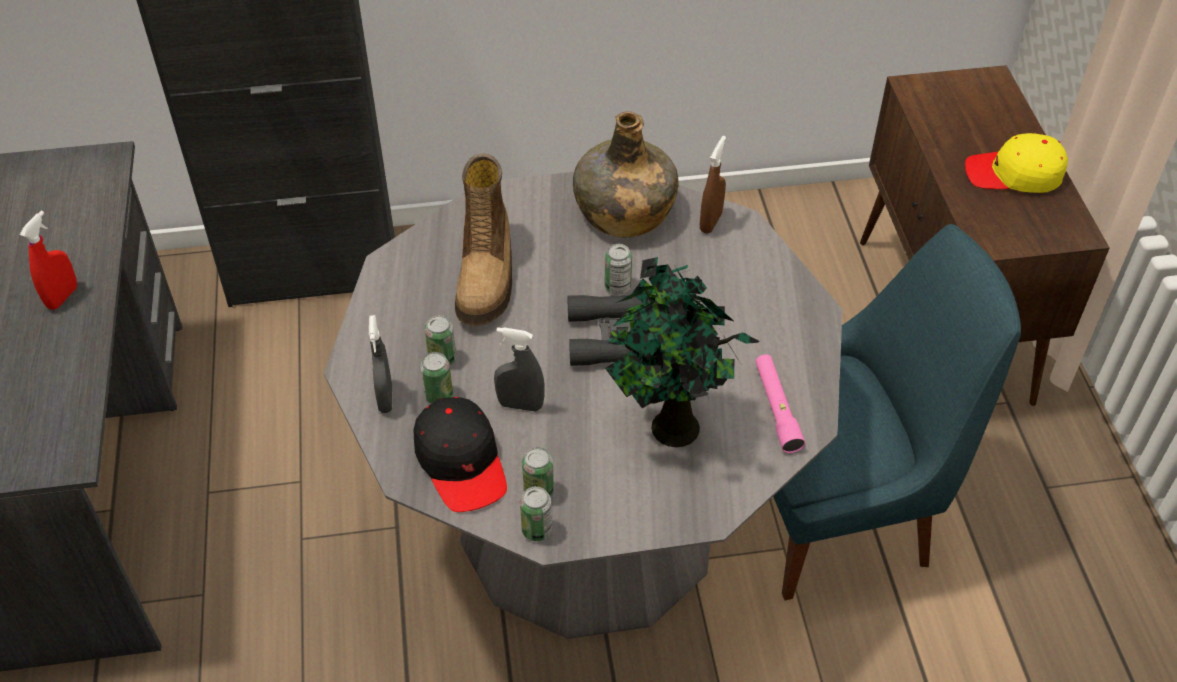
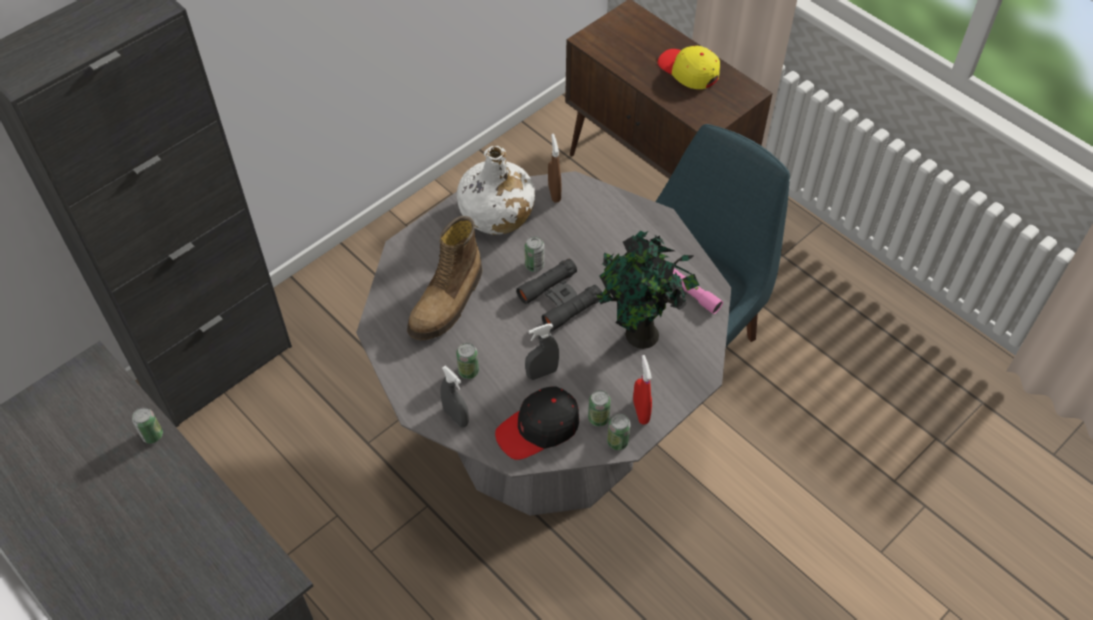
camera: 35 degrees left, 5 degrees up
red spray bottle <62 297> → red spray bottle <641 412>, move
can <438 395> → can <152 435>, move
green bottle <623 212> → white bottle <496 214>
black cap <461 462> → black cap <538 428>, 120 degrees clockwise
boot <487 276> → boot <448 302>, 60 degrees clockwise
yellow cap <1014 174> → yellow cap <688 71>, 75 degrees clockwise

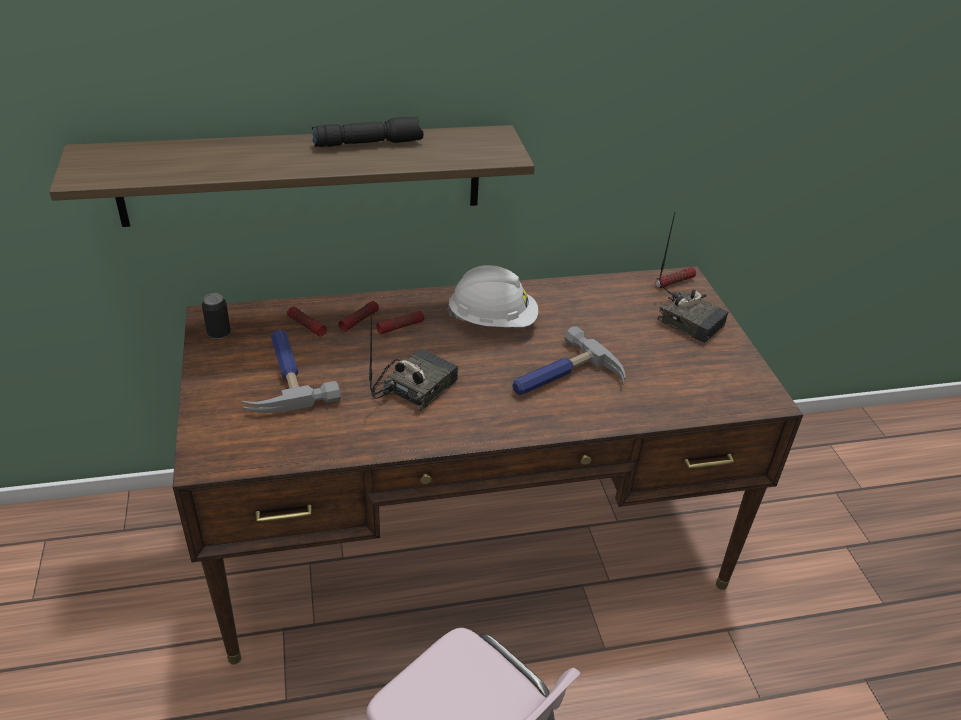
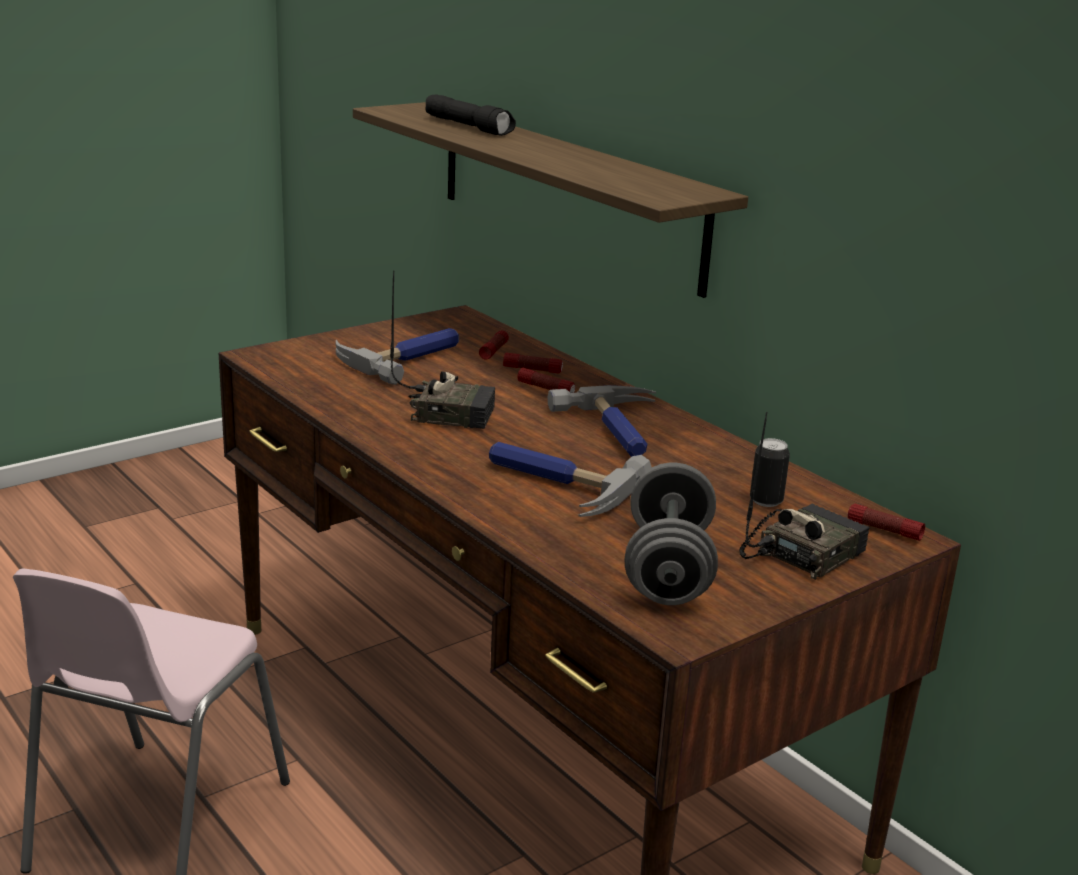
camera: 65 degrees right, 15 degrees down
- → grey dumbbell <668 569>
can <219 333> → can <766 501>, move
black flashlight <369 143> → black flashlight <469 127>, move
white hard hat <492 321> → hammer <619 430>
radio <690 320> → radio <801 553>, 150 degrees counterclockwise

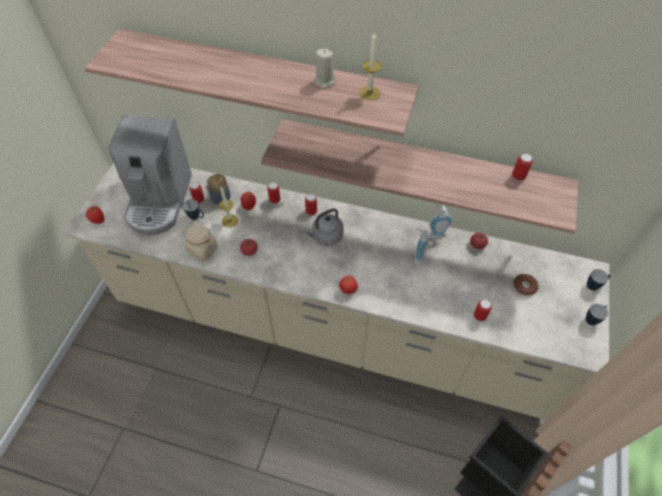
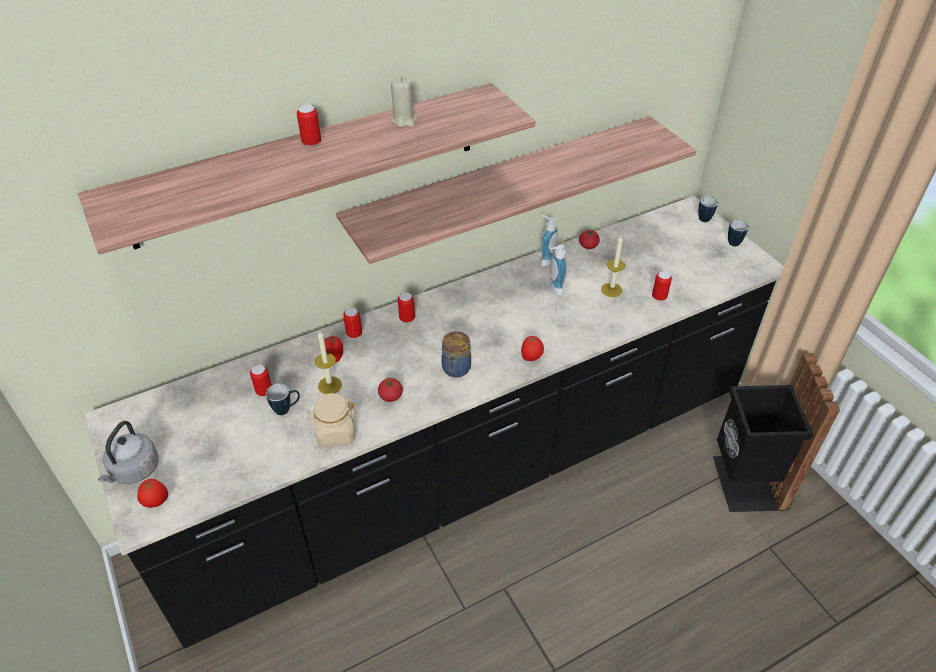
camera: 45 degrees left, 10 degrees down
coffee machine <159 201> → -
donut <525 286> → -
jar <220 199> → jar <456 369>, move
grey kettle <326 237> → grey kettle <134 470>, move
candle <369 93> → candle <611 290>, move
can <518 176> → can <311 142>, move
beige counter <331 326> → black counter <468 471>

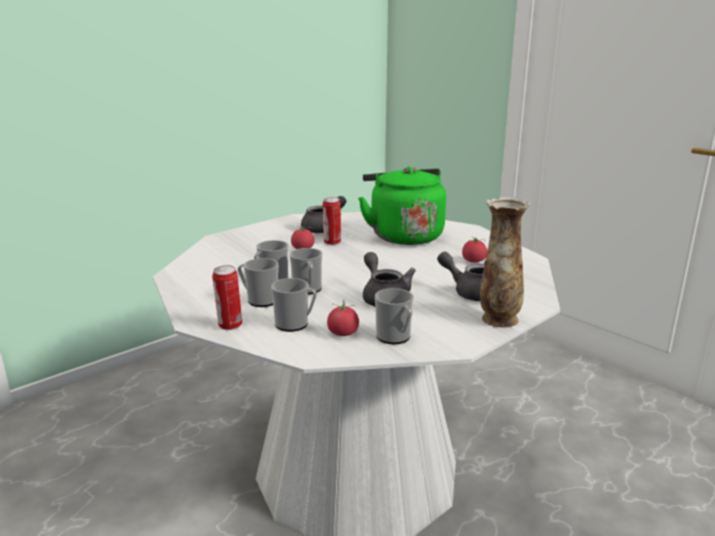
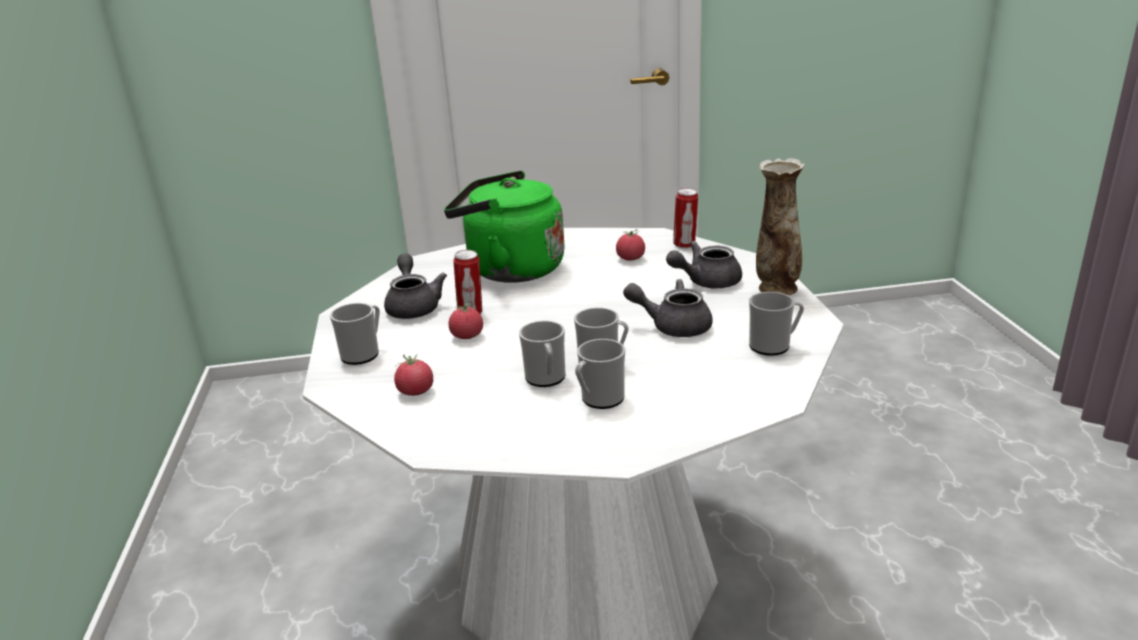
camera: 55 degrees left, 5 degrees up
can <229 325> → can <685 245>, move
mug <295 324> → mug <363 353>, move
tomato <343 333> → tomato <416 392>, move

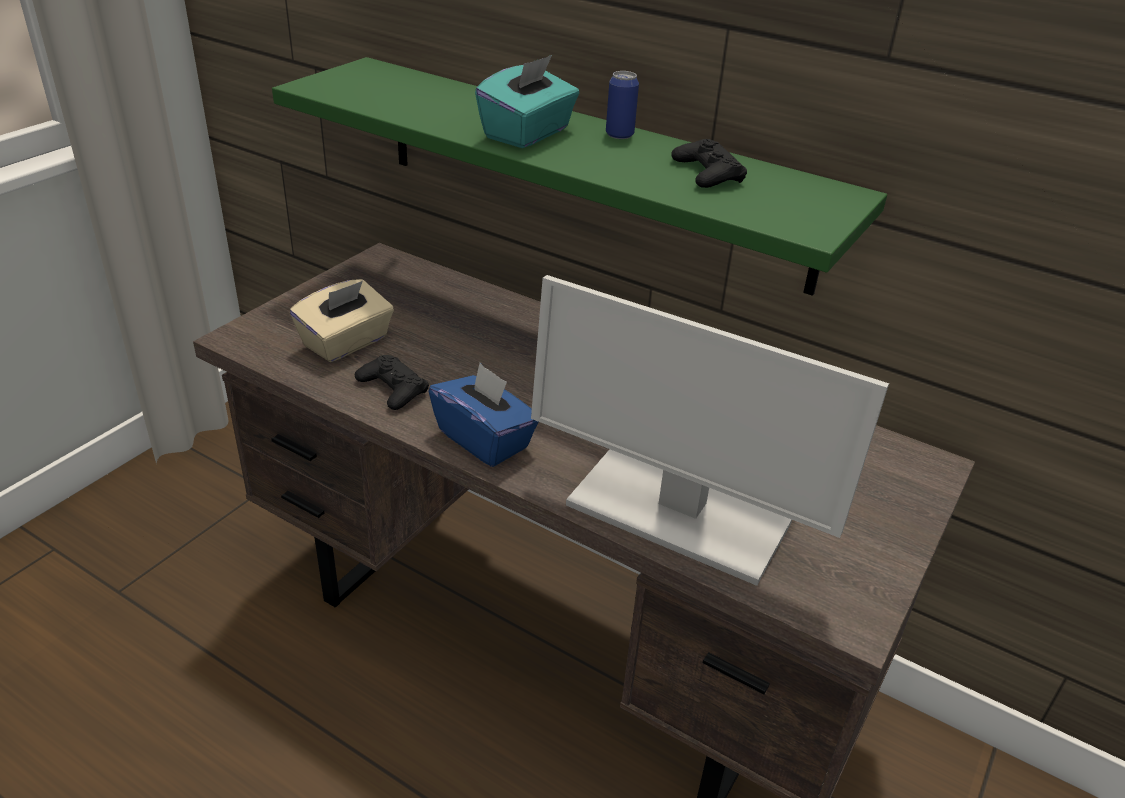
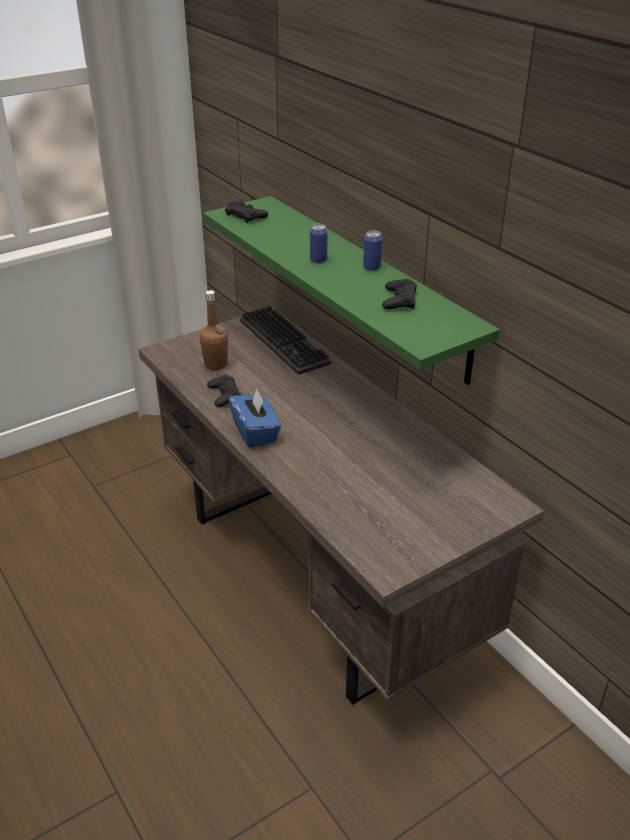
camera: 25 degrees right, 0 degrees up
monitor <675 514> → -
- → black game controller <246 215>
- → keyboard <286 342>
beige tissue box <346 343> → brown bottle <216 364>
turquoise tissue box <528 134> → can <318 260>

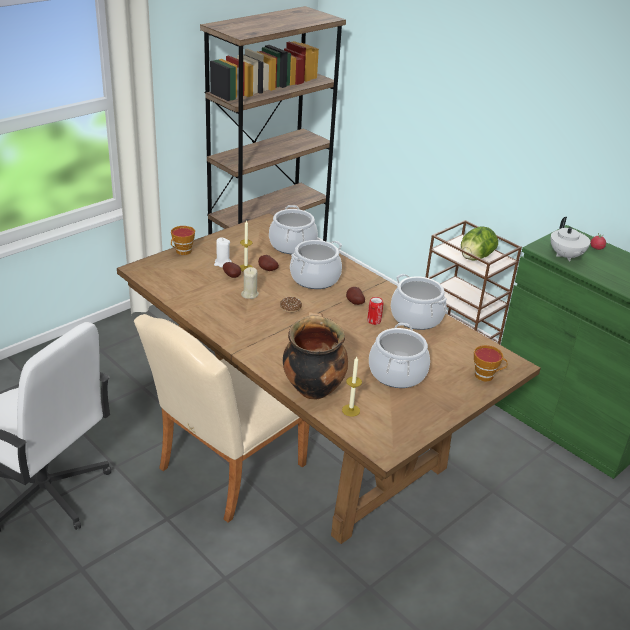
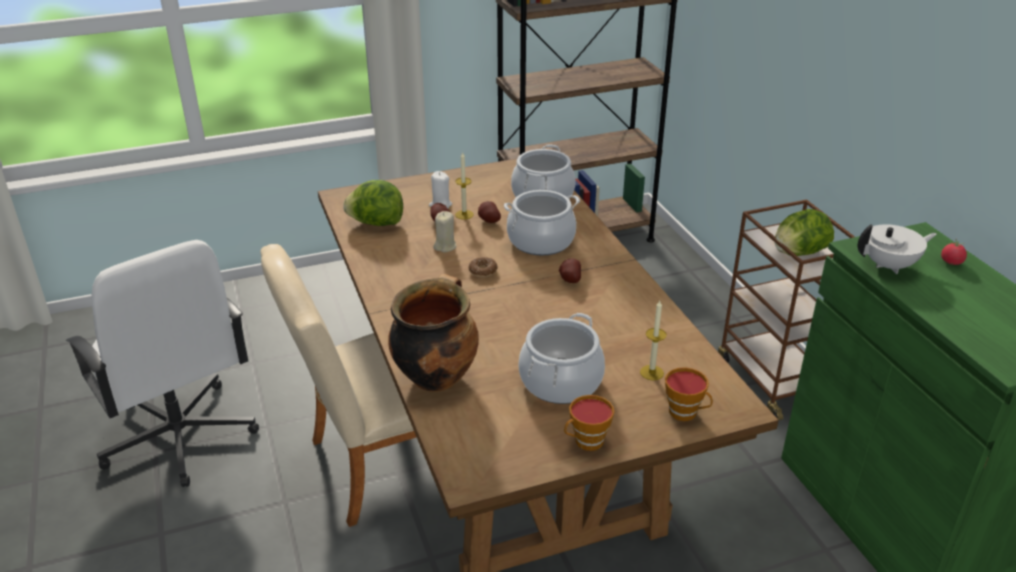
camera: 25 degrees right, 0 degrees up
can <374 321> → -
cooking pot <416 317> → -
- → lettuce <376 223>
cup <182 252> → cup <586 442>, move
candle <351 410> → candle <651 372>, move
white teapot <565 256> → white teapot <889 265>, 120 degrees counterclockwise

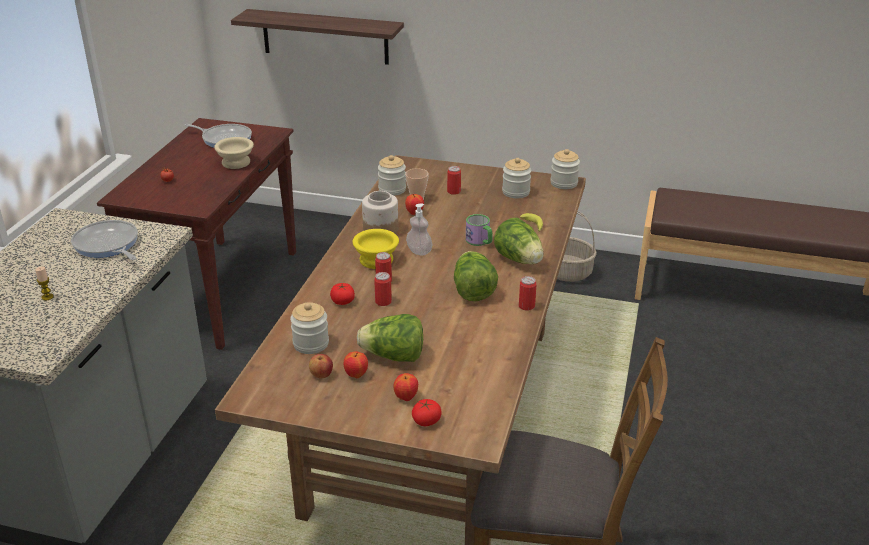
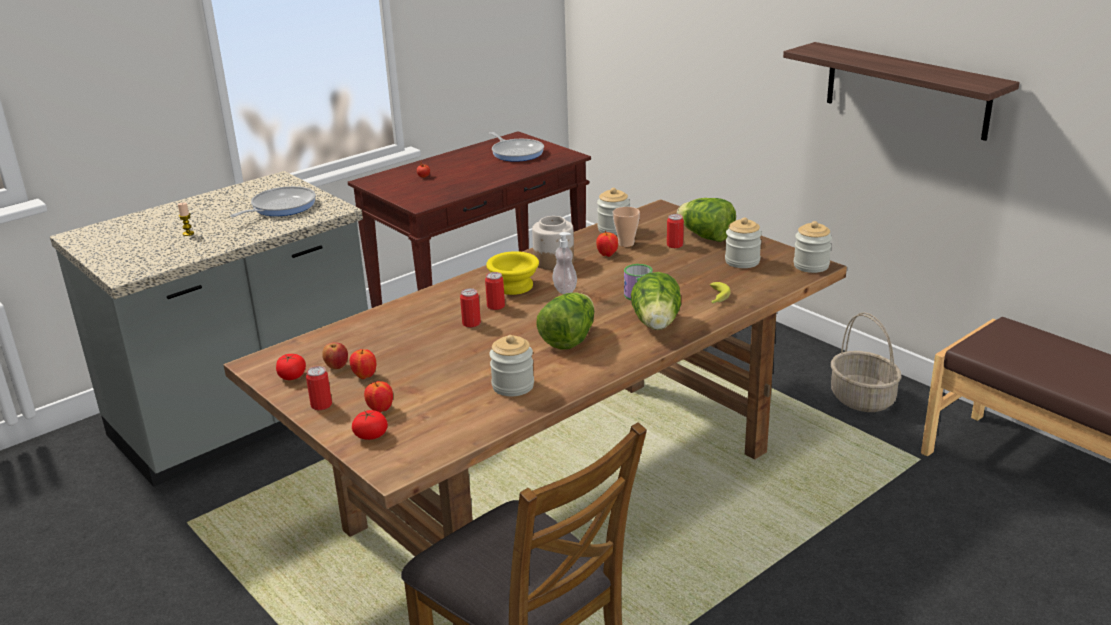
camera: 35 degrees right, 5 degrees down
beige bowl <237 162> → -
shelf <325 37> → shelf <906 90>, move
jar <311 344> → jar <513 386>, move
tomato <342 301> → tomato <292 376>, move
lettuce <393 356> → lettuce <706 237>, move
can <526 306> → can <321 405>, move
frying pan <107 245> → frying pan <280 207>, 45 degrees clockwise

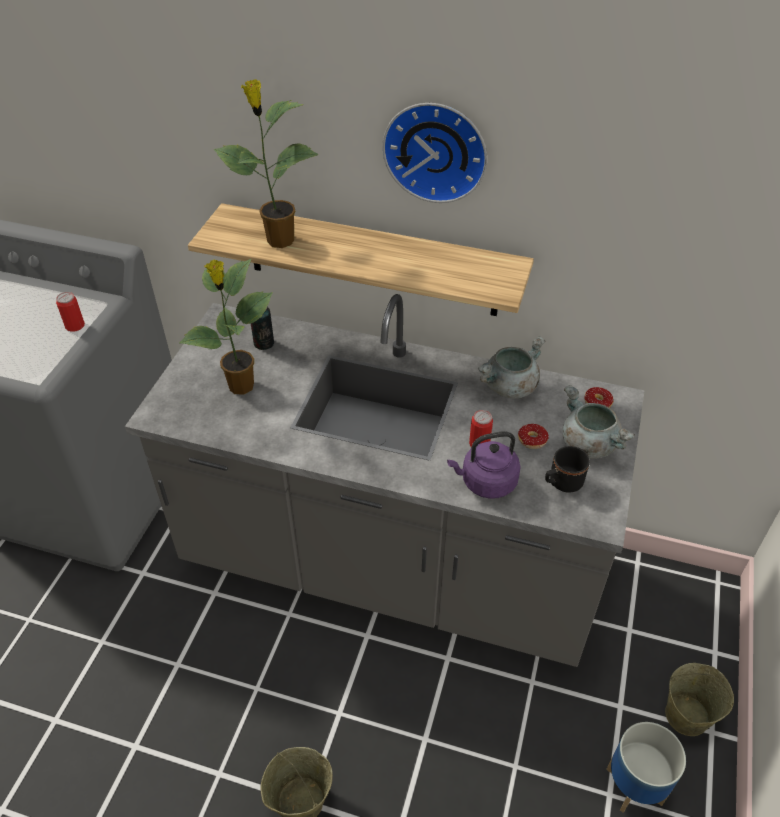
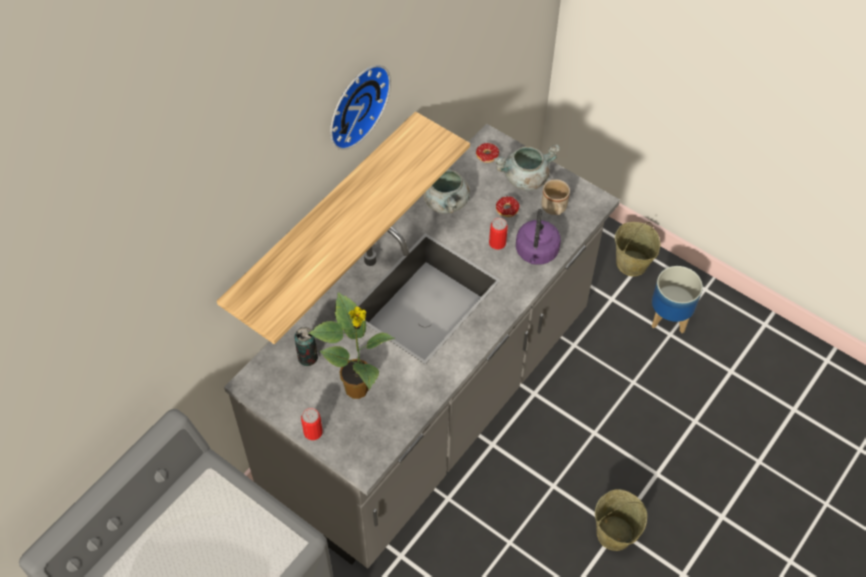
camera: 70 degrees left, 10 degrees up
potted plant <278 241> → -
can <75 326> → can <313 432>, move
black mug <561 483> → beige mug <554 209>

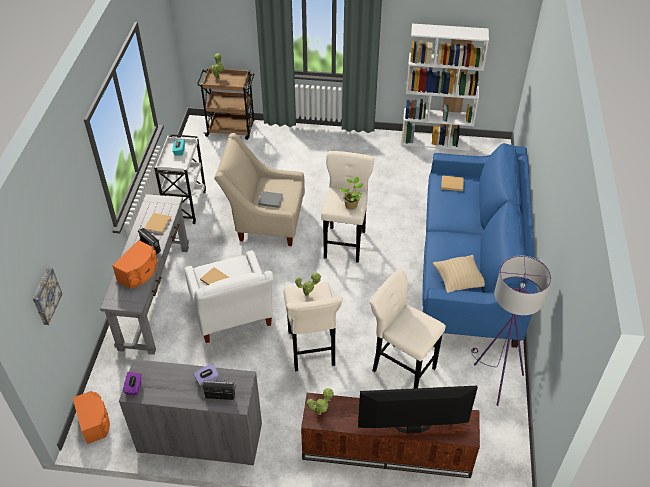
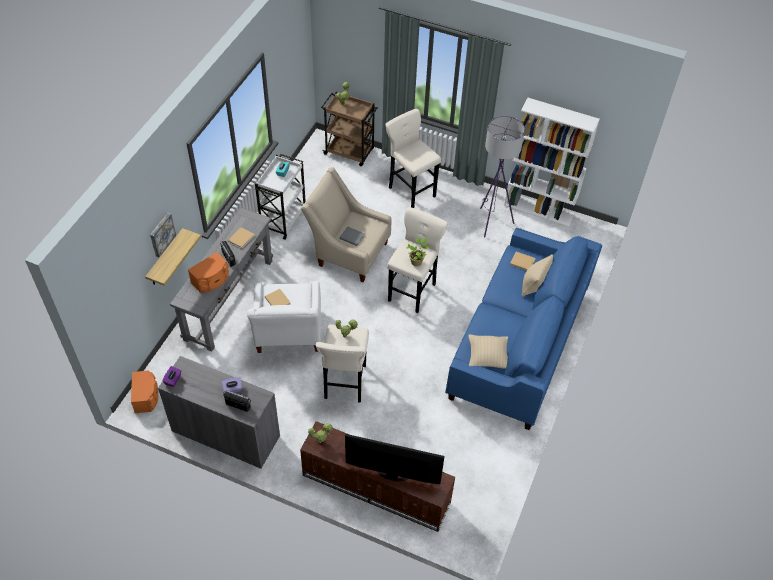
camera: 15 degrees right, 5 degrees up
- → shelf <165 258>
- → beige pillow <534 286>
picture <45 296> → picture <161 234>, move
beige stool <401 367> → beige stool <410 190>, move
purple floor lamp <494 379> → purple floor lamp <490 221>, move

